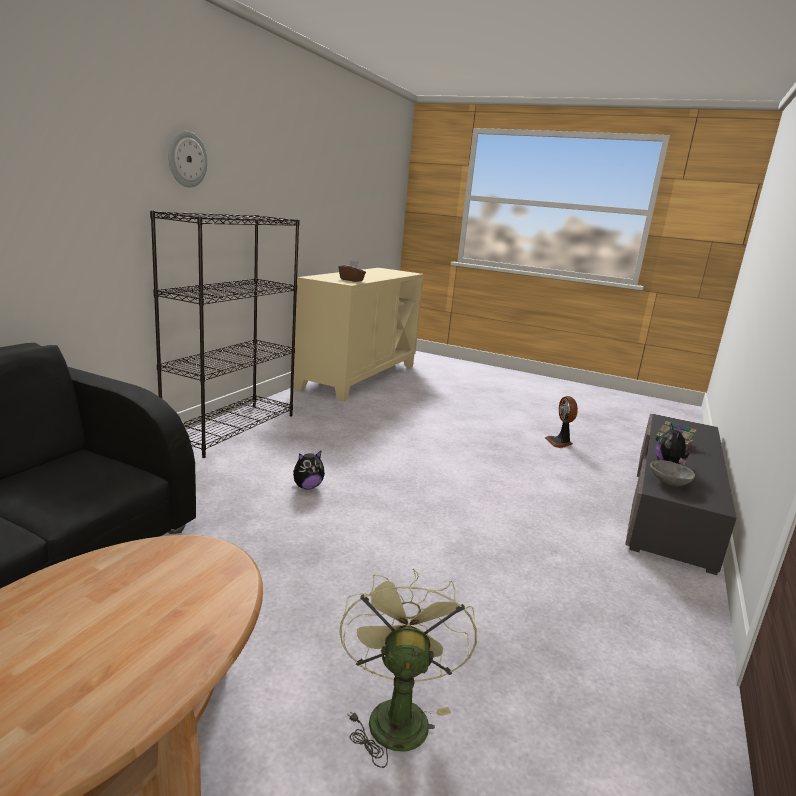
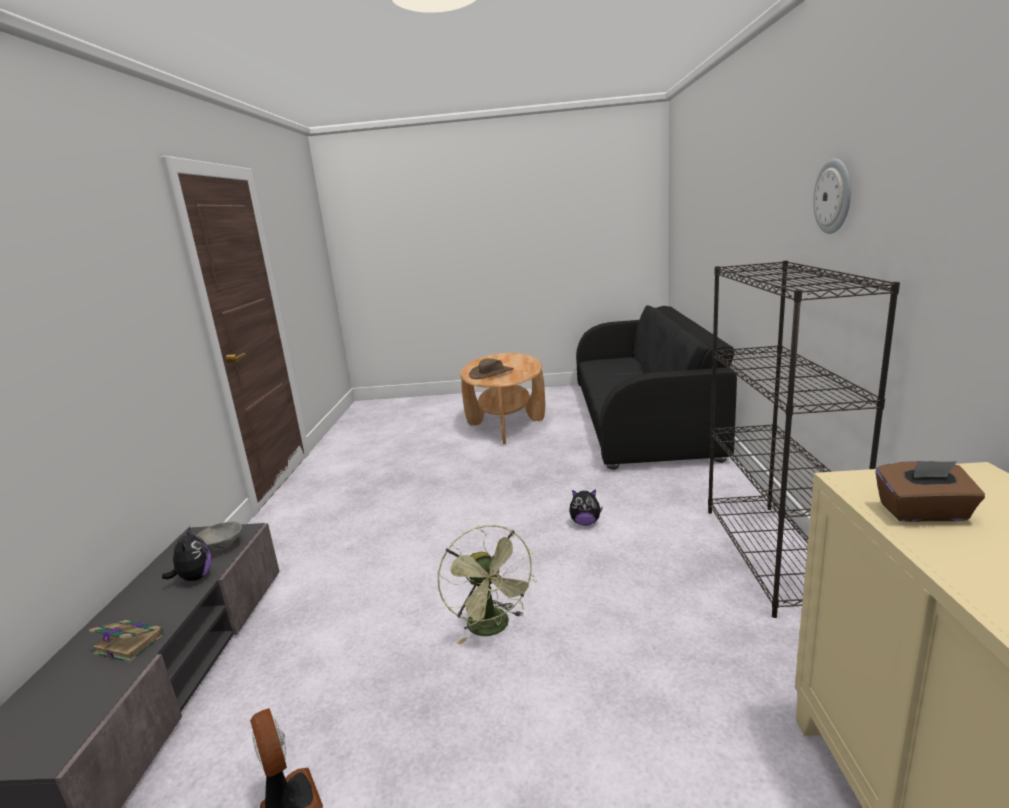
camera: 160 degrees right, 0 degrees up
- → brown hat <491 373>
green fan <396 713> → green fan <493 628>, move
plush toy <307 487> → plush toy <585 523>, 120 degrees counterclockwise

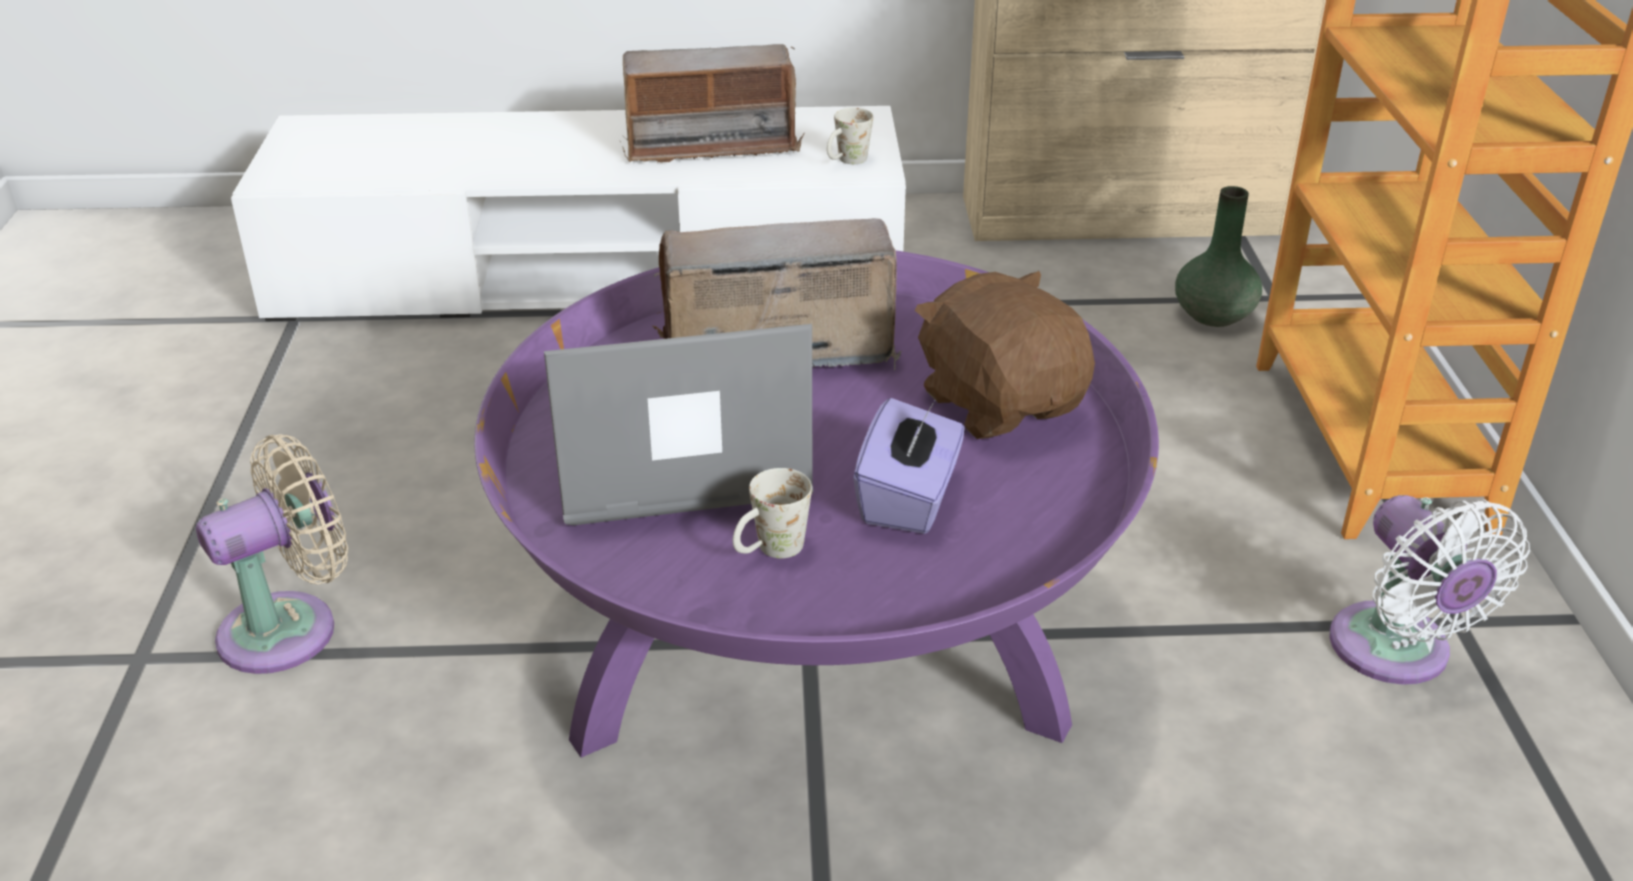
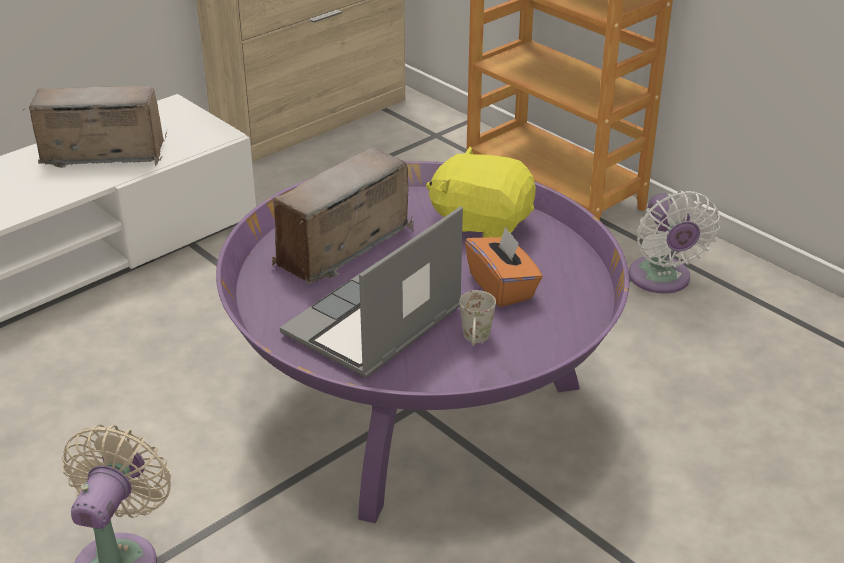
camera: 40 degrees left, 0 degrees up
white mug <847 162> → -
green vase <1214 315> → -
purple tissue box <909 499> → orange tissue box <502 287>
brown plush toy <1001 403> → yellow plush toy <481 225>
radio <711 146> → radio <102 155>, 135 degrees counterclockwise
white fan <1396 654> → white fan <661 280>, 45 degrees clockwise

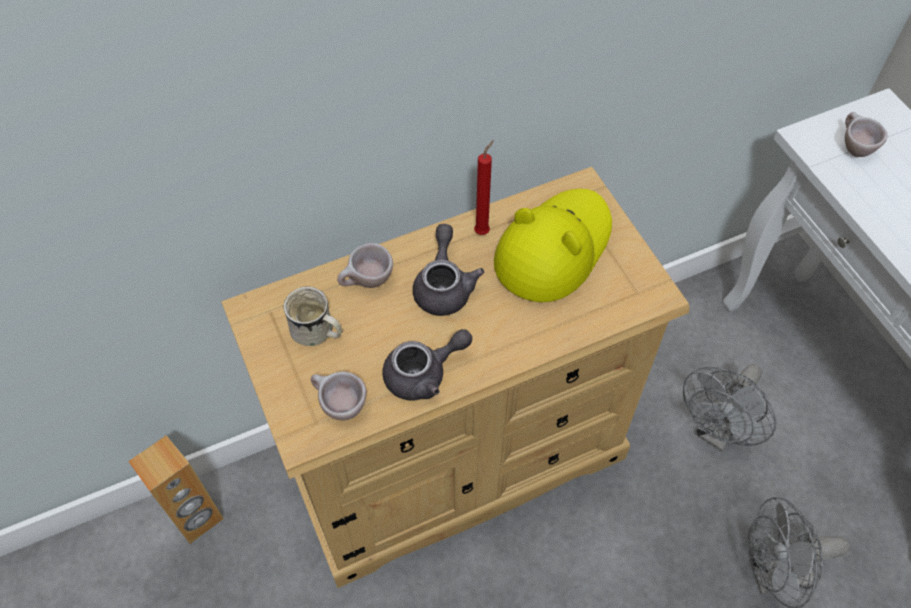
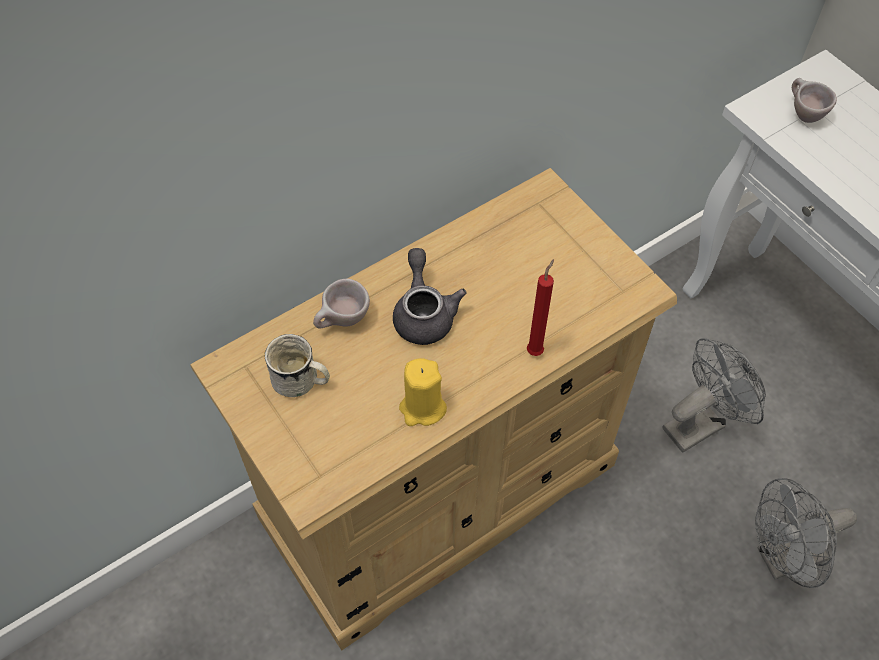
camera: 10 degrees left, 0 degrees up
brown speaker <197 518> → -
beige cup <338 406> → -
yellow hat <553 248> → -
red candle <483 231> → red candle <536 350>, move
grey teapot <424 374> → yellow candle <422 408>
grey fan <716 431> → grey fan <700 422>, 150 degrees counterclockwise

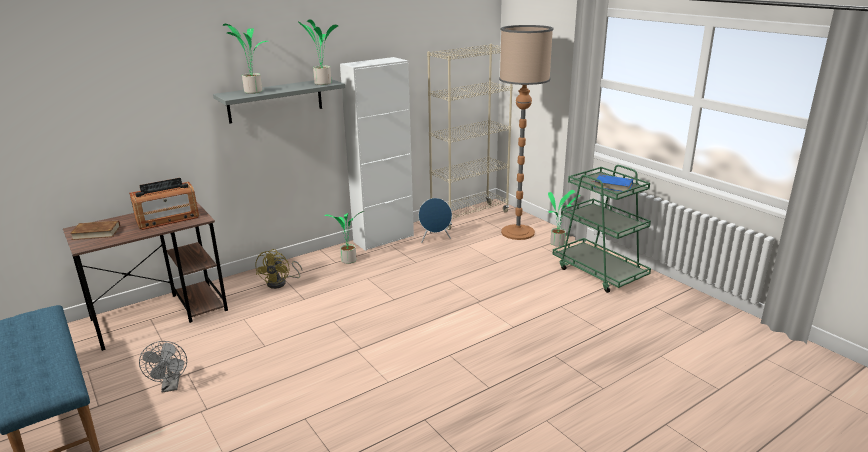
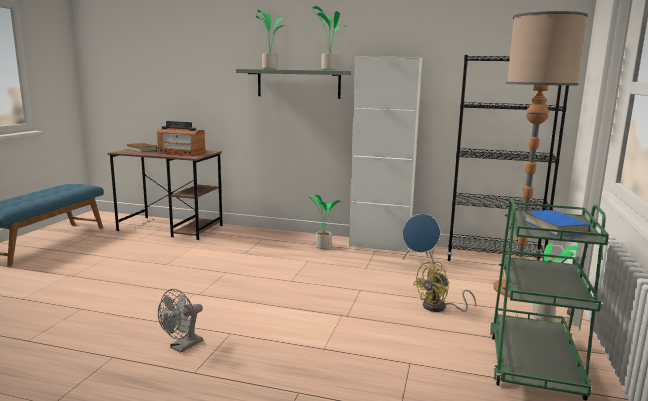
camera: 50 degrees right, 10 degrees down
grey fan <171 386> → grey fan <182 347>, move
yellow fan <280 283> → yellow fan <439 308>, move
beige bookcase <469 216> → black bookcase <494 260>

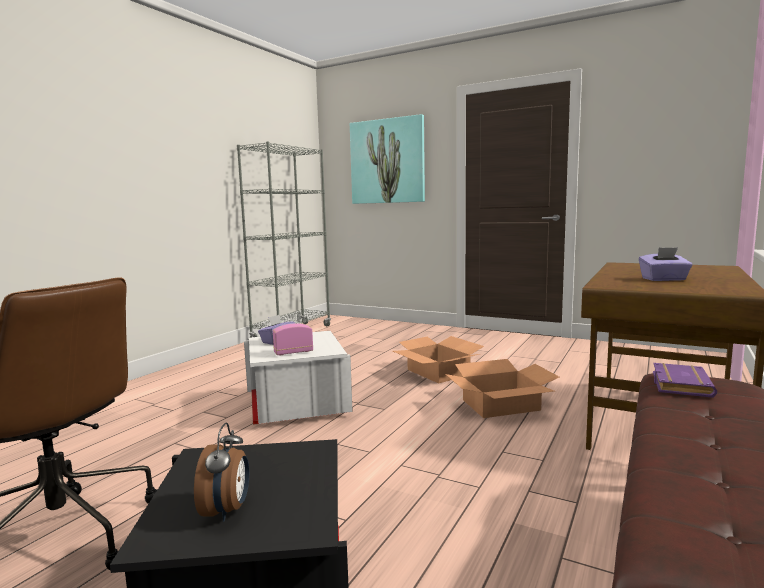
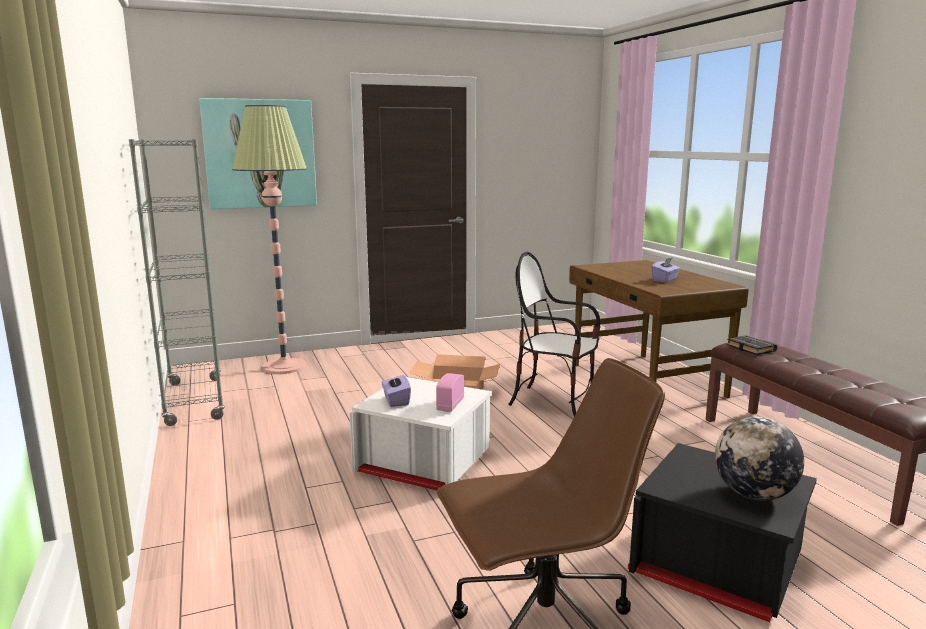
camera: 50 degrees left, 5 degrees up
- → floor lamp <284 366>
alarm clock <227 510> → globe <754 495>
cardboard box <501 405> → chair <554 402>
purple book <678 384> → black book <749 348>

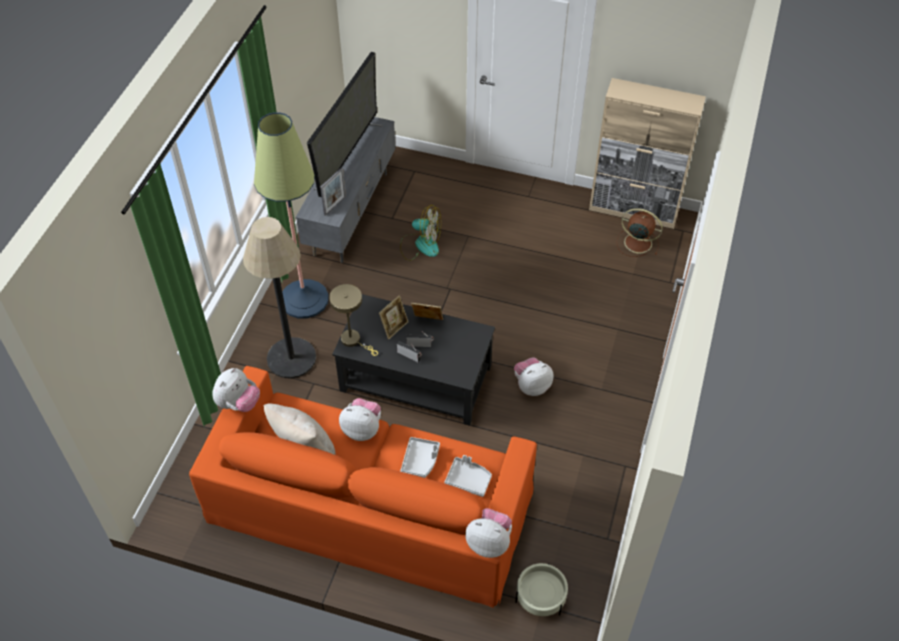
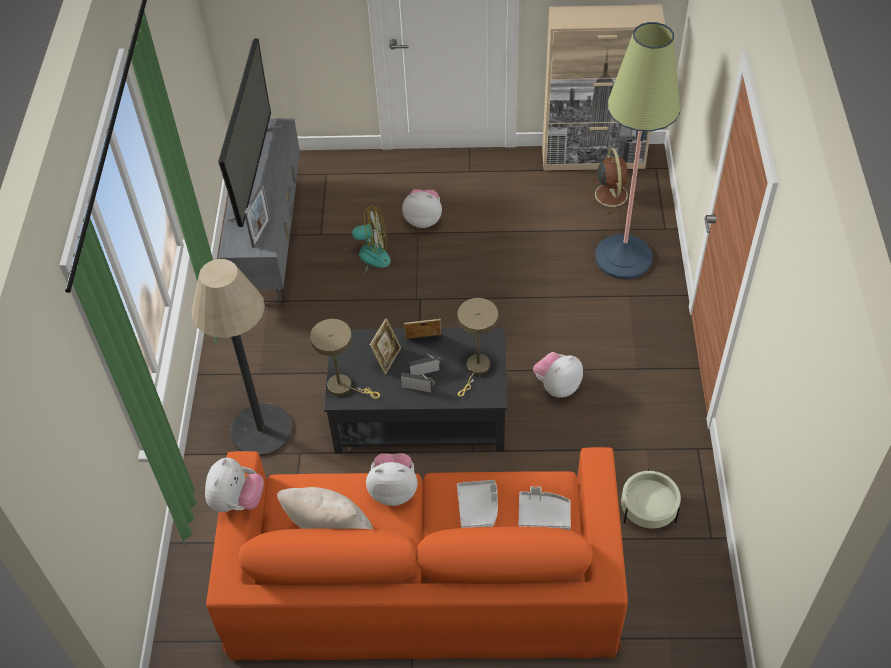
camera: 15 degrees left, 0 degrees up
- → beige table lamp <476 369>
floor lamp <304 299> → floor lamp <623 257>, move
plush toy <489 542> → plush toy <423 219>, move
beige planter <540 597> → beige planter <648 509>, move
brown fan <636 242> → brown fan <610 194>, 75 degrees clockwise

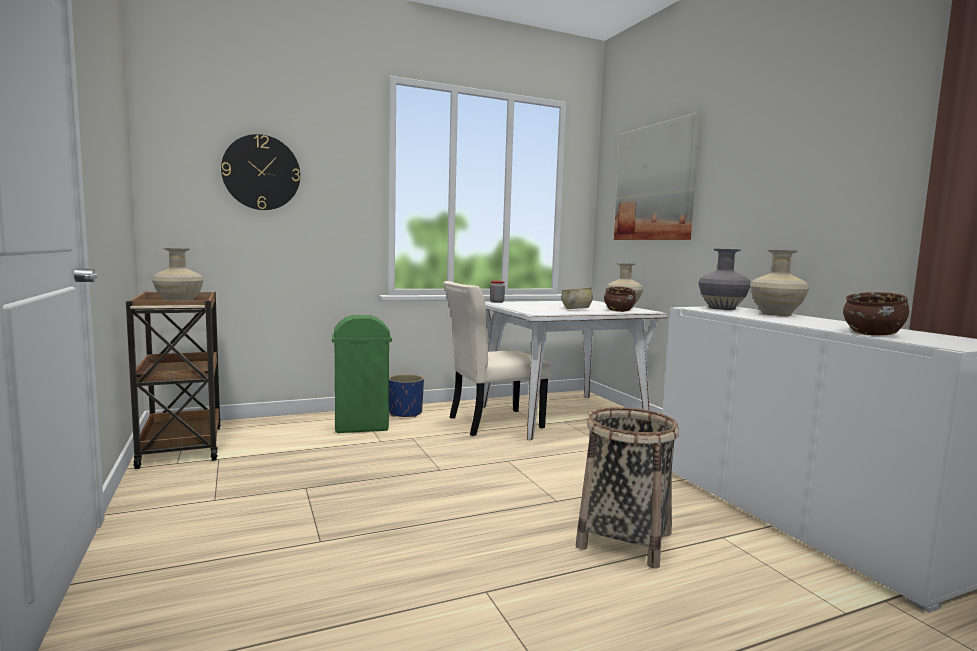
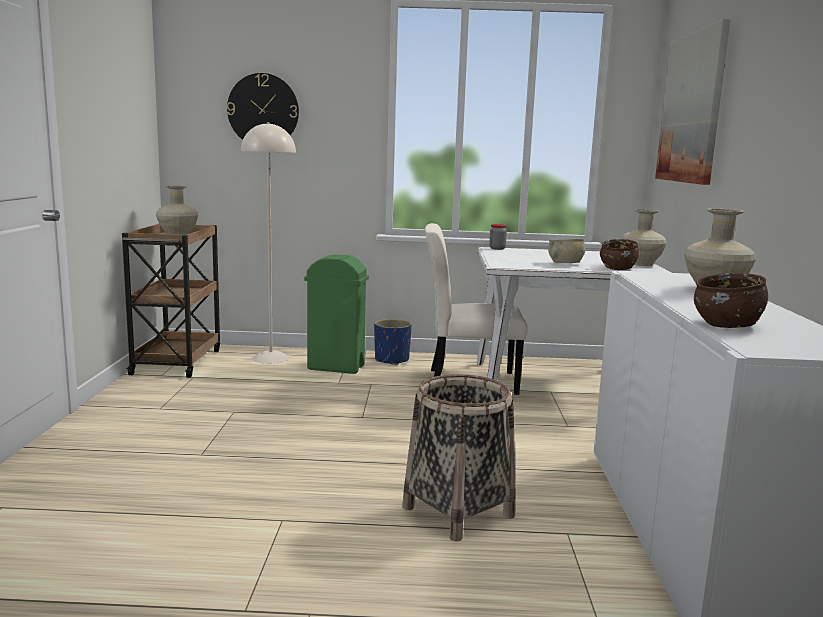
camera: 25 degrees right, 5 degrees up
grey vase <721 308> → -
- → beige floor lamp <270 358>

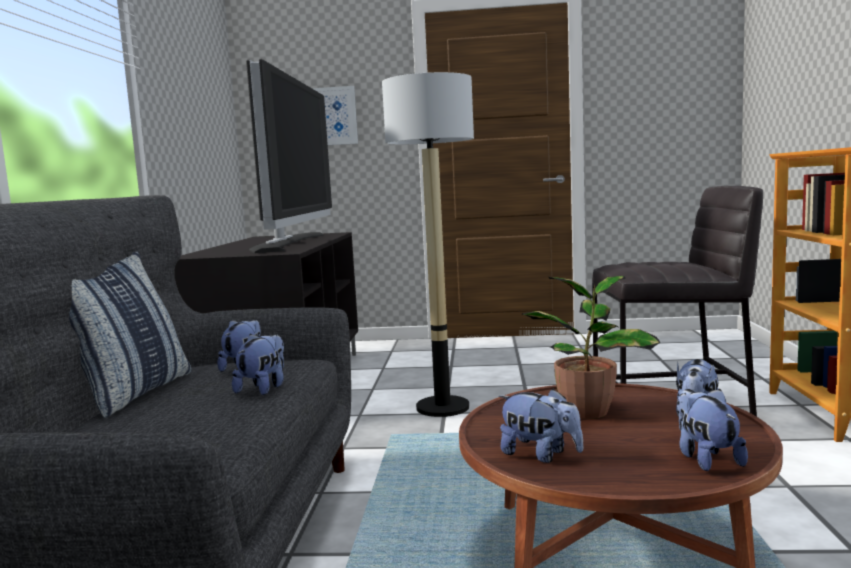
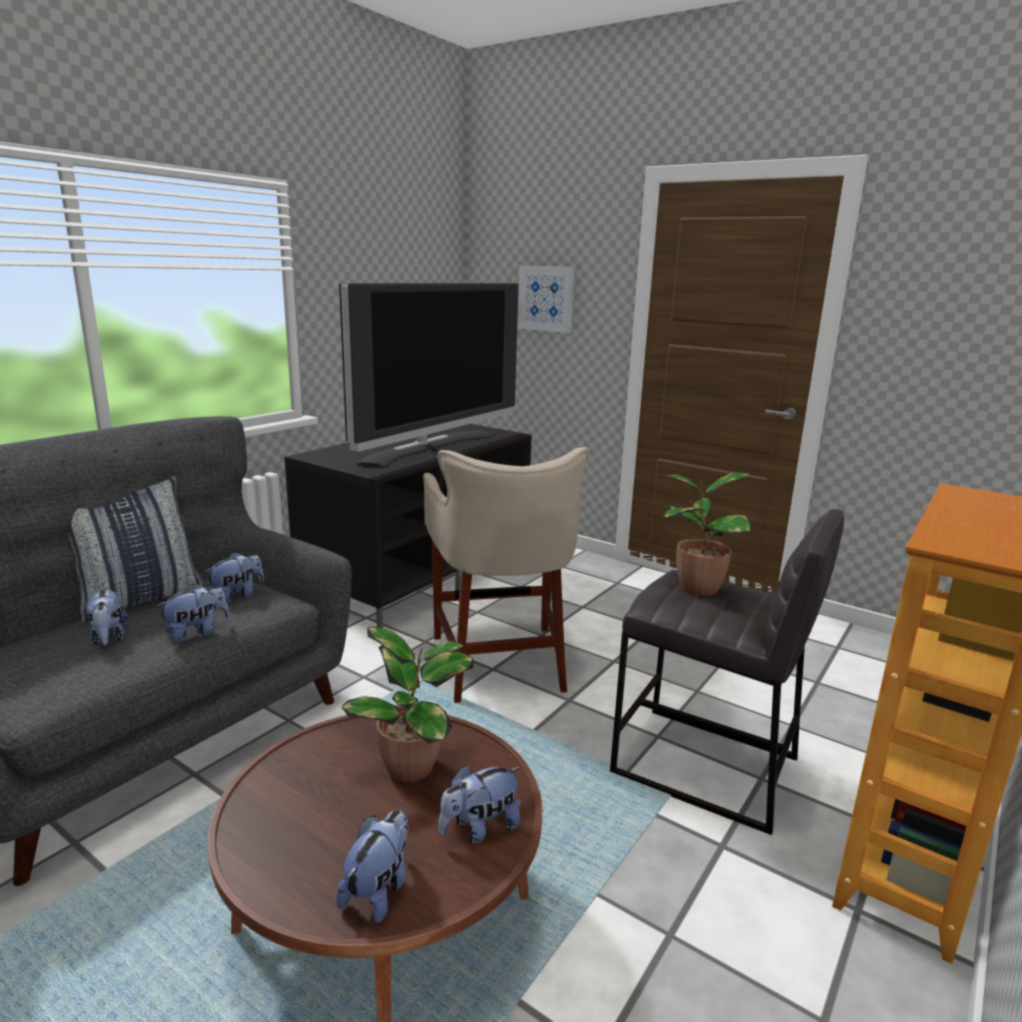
camera: 30 degrees right, 10 degrees up
- → potted plant <696 587>
plush toy <540 455> → plush toy <109 638>, move
floor lamp <442 407> → beige stool <500 661>

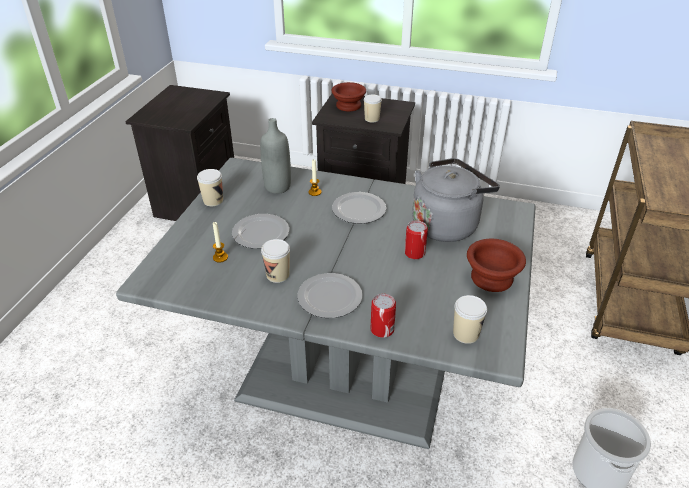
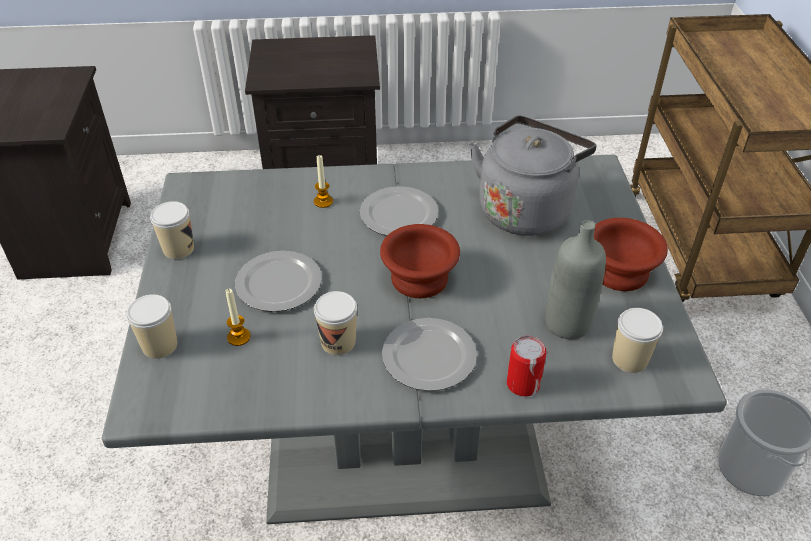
camera: 20 degrees left, 5 degrees up
can <414 253> → -
grey bottle <277 187> → grey bottle <567 324>, move
brown bowl <347 105> → brown bowl <417 278>, move
cup <372 119> → cup <160 345>, move

